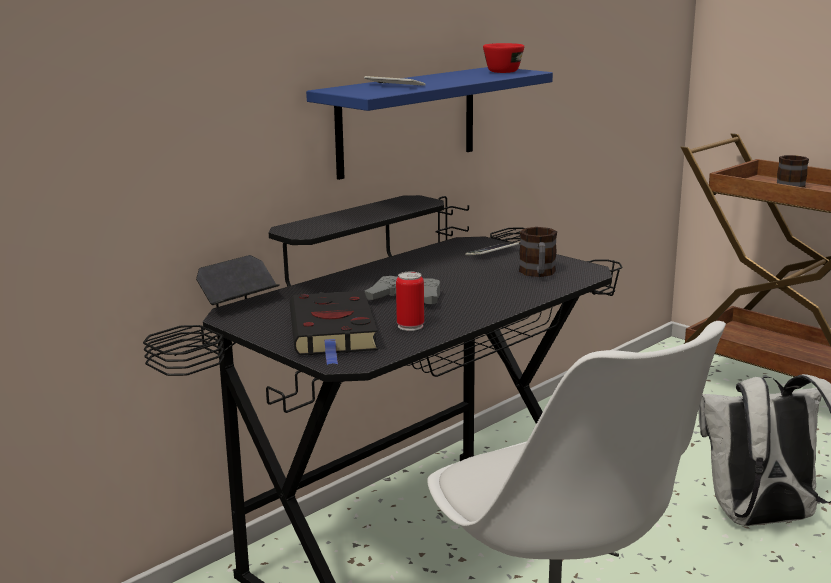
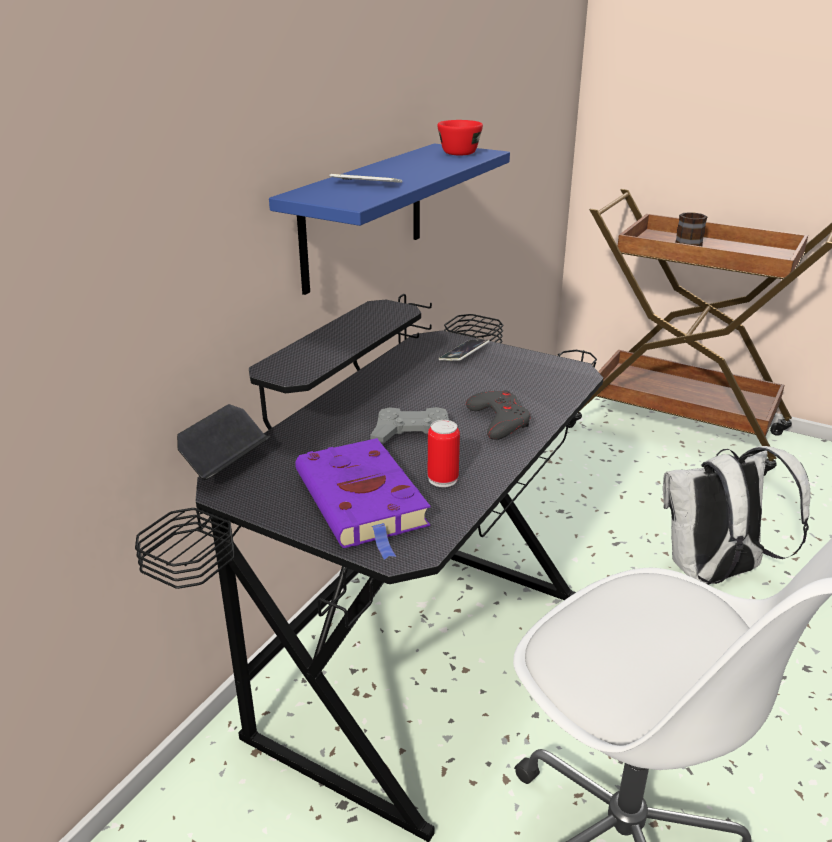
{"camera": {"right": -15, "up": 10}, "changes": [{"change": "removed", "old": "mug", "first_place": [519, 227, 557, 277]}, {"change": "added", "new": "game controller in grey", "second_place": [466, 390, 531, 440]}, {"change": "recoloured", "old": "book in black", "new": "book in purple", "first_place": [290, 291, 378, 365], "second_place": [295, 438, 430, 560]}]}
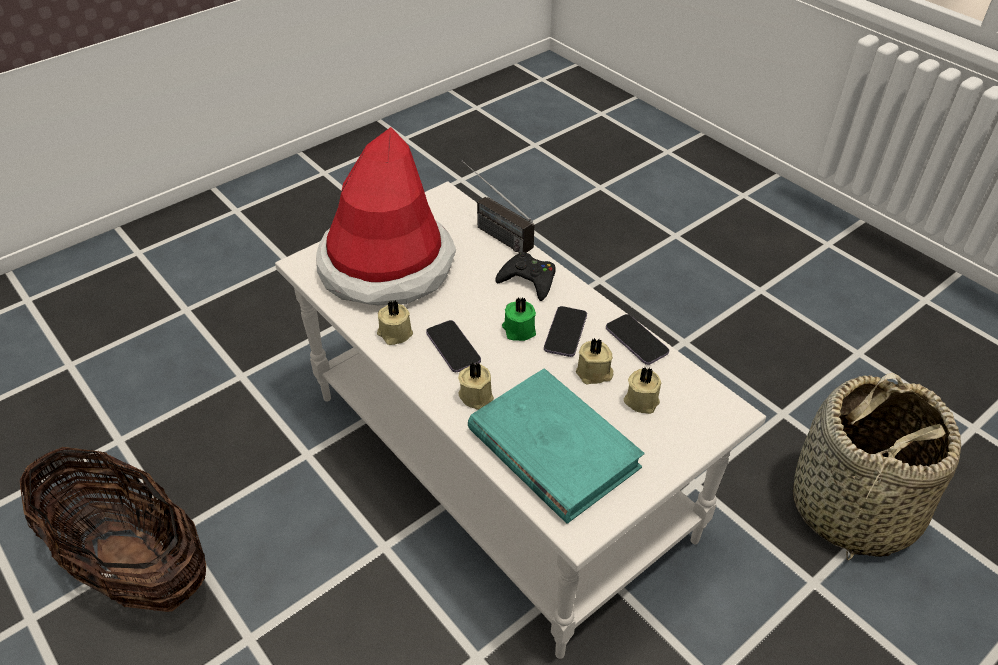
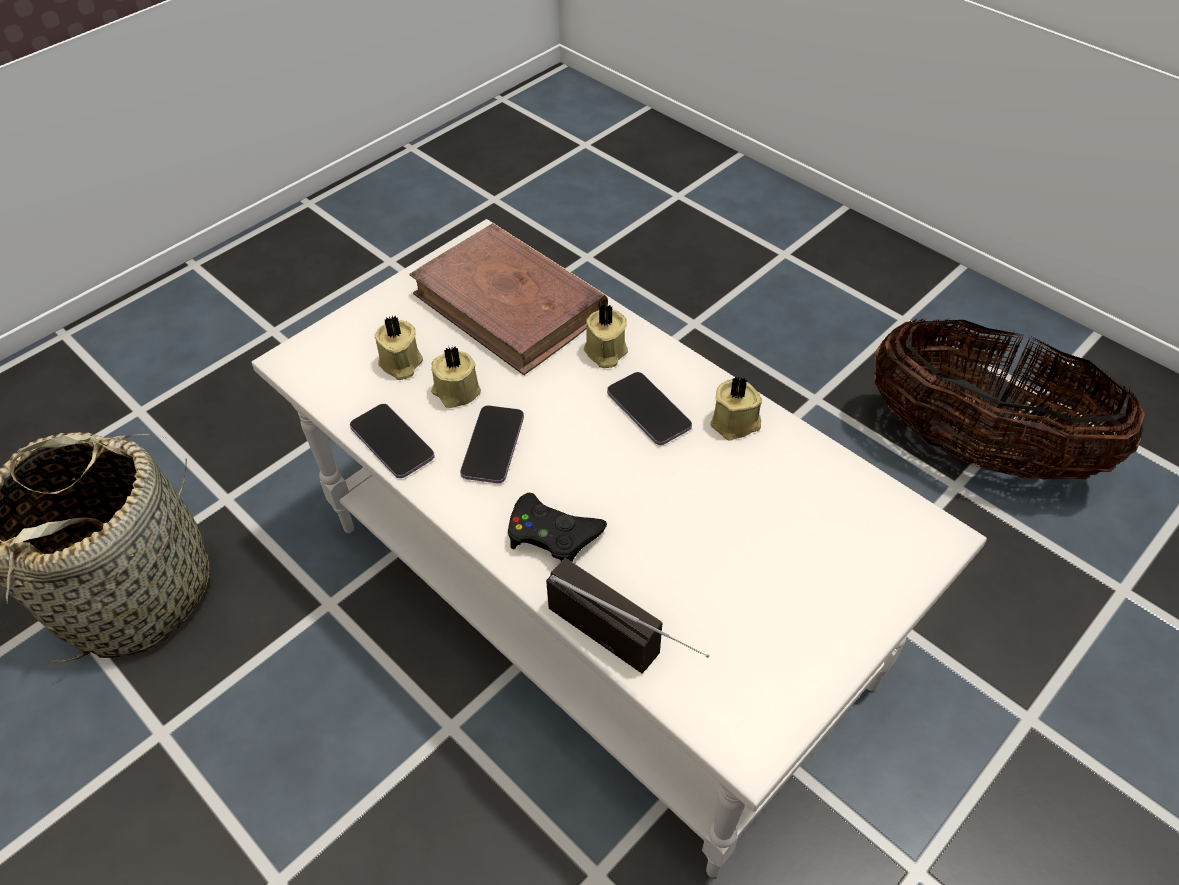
{"camera": {"right": 175, "up": 5}, "changes": [{"change": "removed", "old": "hat", "first_place": [316, 127, 456, 305]}, {"change": "removed", "old": "candle in green", "first_place": [502, 297, 536, 341]}, {"change": "recoloured", "old": "book in turquoise", "new": "book in brown", "first_place": [468, 368, 645, 524], "second_place": [409, 223, 608, 375]}]}
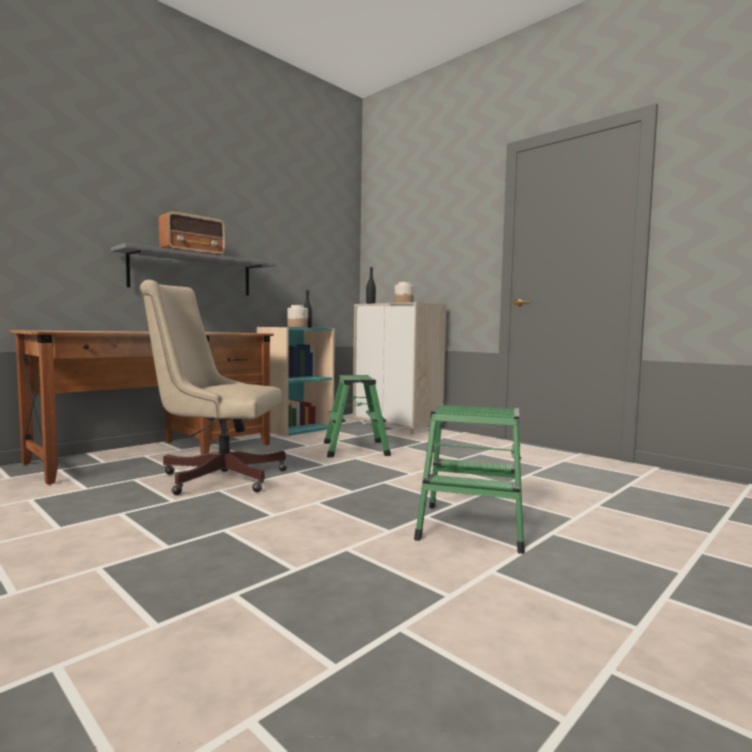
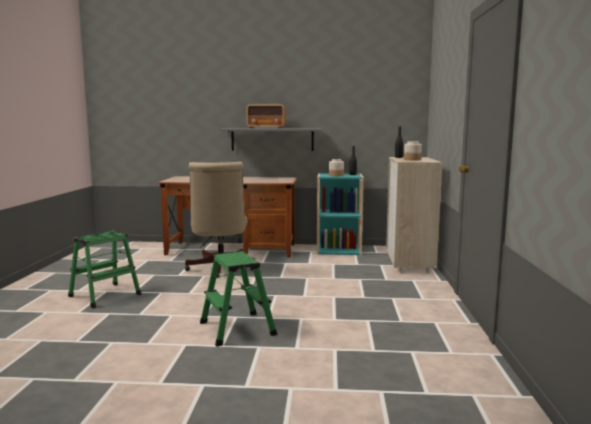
{"camera": {"right": 50, "up": 5}, "changes": [{"change": "moved", "old": "step ladder in green", "first_place": [324, 375, 391, 457], "second_place": [68, 231, 142, 309]}, {"change": "turned", "old": "office chair in beige", "first_place": [140, 280, 287, 495], "second_place": [185, 162, 255, 278], "degrees": -150}]}
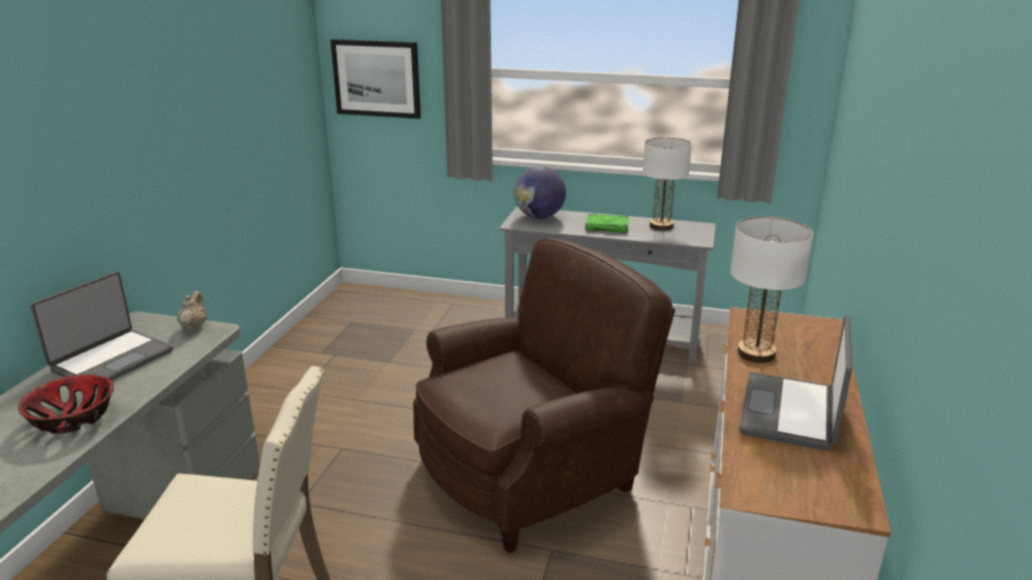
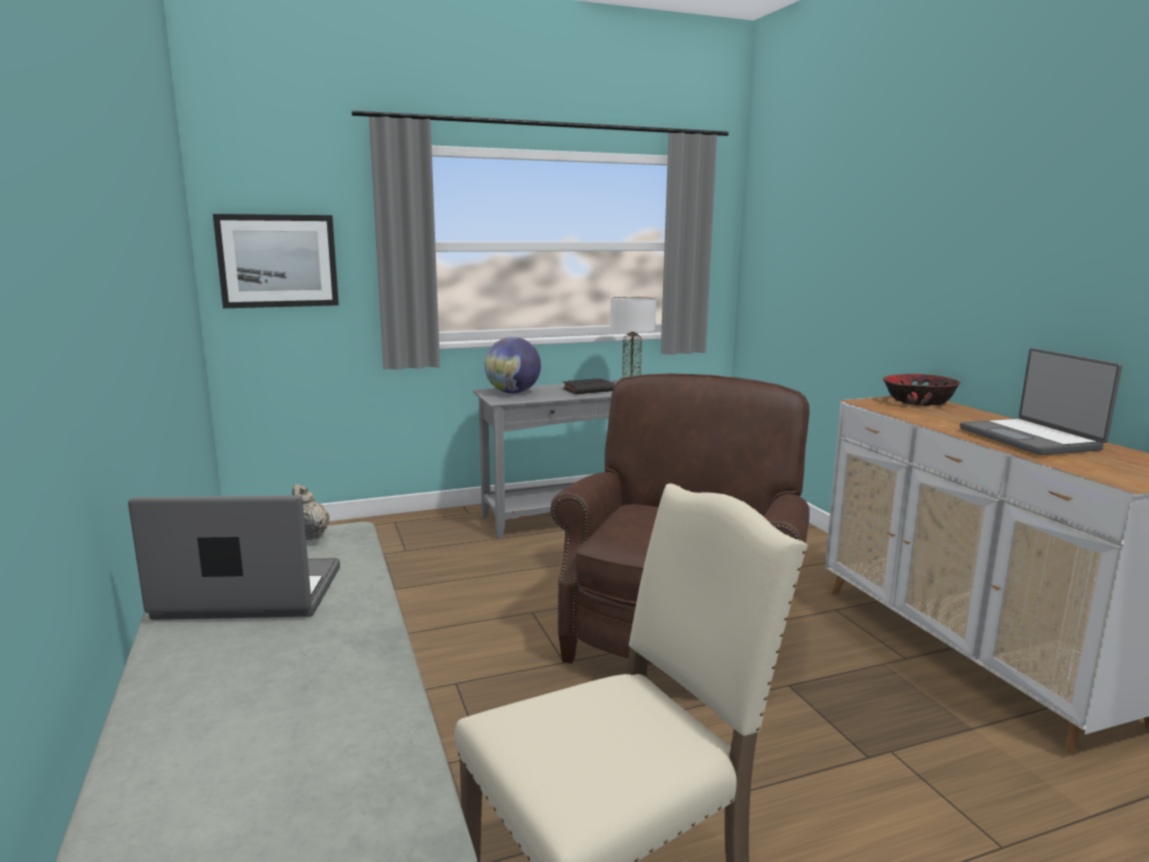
{"camera": {"right": -35, "up": -10}, "changes": [{"change": "removed", "old": "table lamp", "first_place": [730, 217, 813, 363]}, {"change": "moved", "old": "bowl", "first_place": [18, 375, 114, 434], "second_place": [883, 374, 960, 406]}, {"change": "recoloured", "old": "book in green", "new": "book in black", "first_place": [585, 214, 629, 233], "second_place": [563, 378, 615, 394]}, {"change": "turned", "old": "laptop", "first_place": [31, 272, 173, 388], "second_place": [128, 495, 340, 620], "degrees": -90}]}
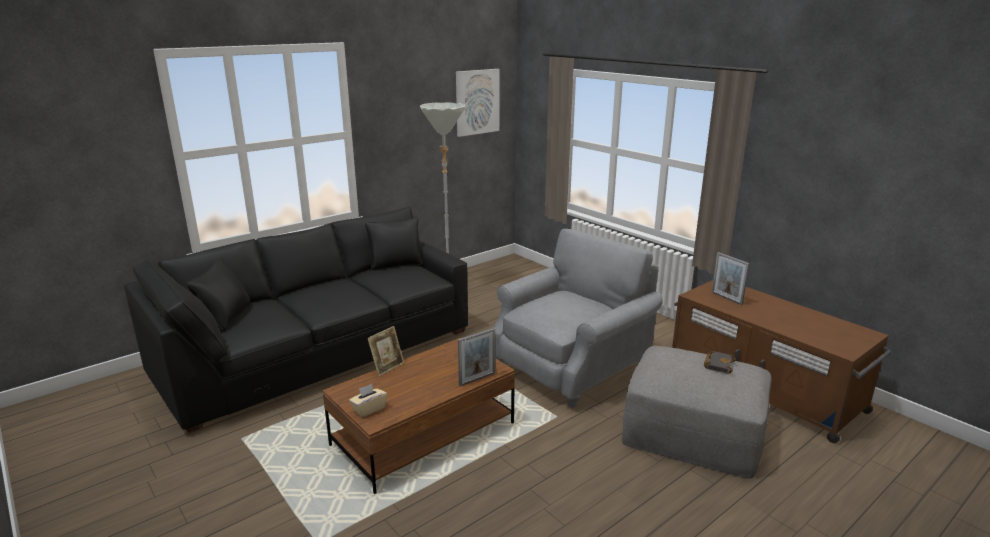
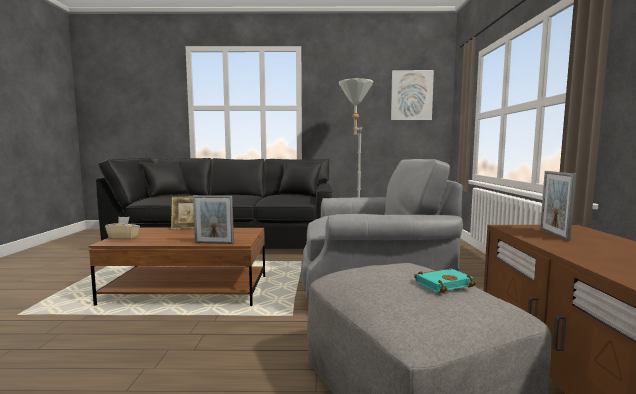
{"camera": {"right": 40, "up": -15}, "changes": [{"change": "recoloured", "old": "book in black", "new": "book in turquoise", "first_place": [704, 351, 736, 374], "second_place": [414, 267, 476, 293]}]}
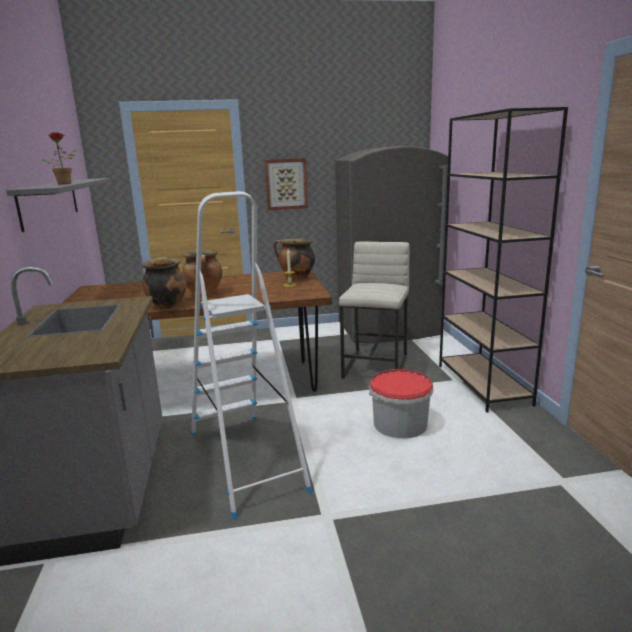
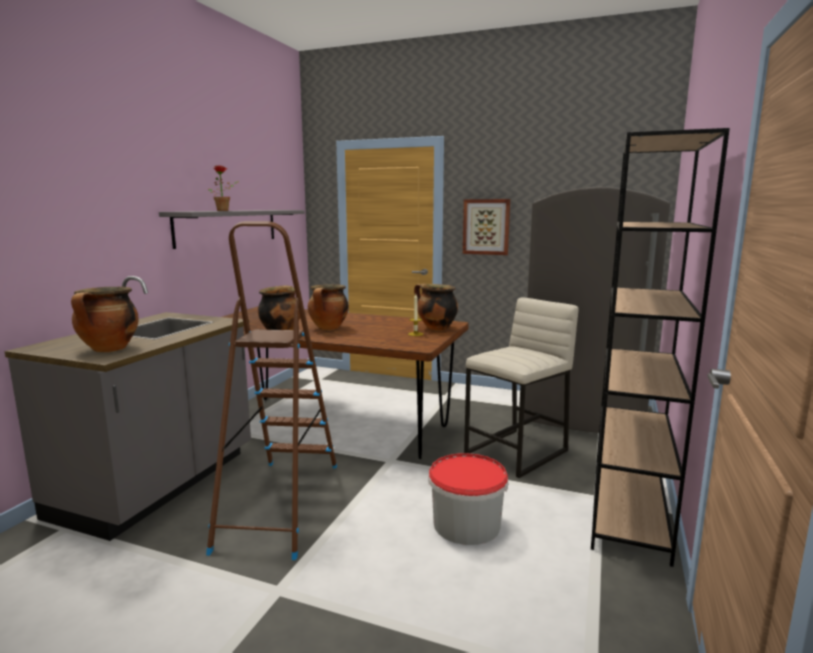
{"camera": {"right": 30, "up": -5}, "changes": [{"change": "added", "new": "cooking pot", "second_place": [71, 287, 139, 352]}, {"change": "recoloured", "old": "step ladder in white", "new": "step ladder in brown", "first_place": [191, 191, 312, 520], "second_place": [206, 221, 337, 560]}]}
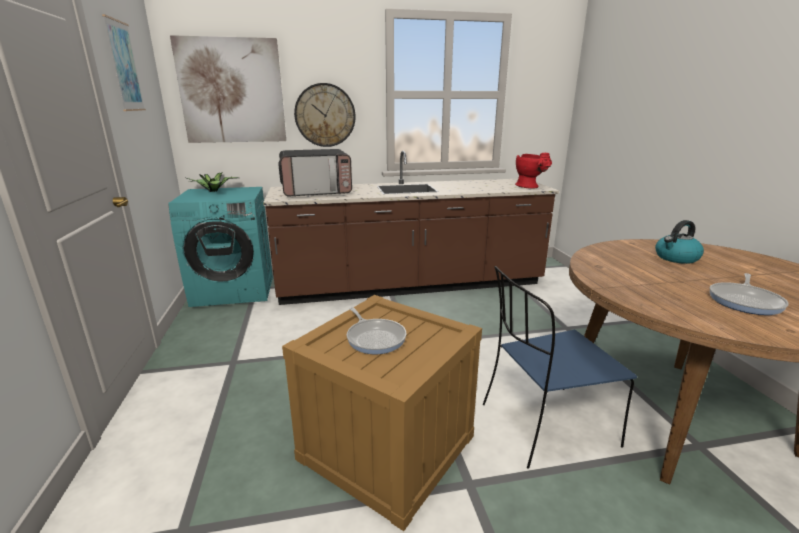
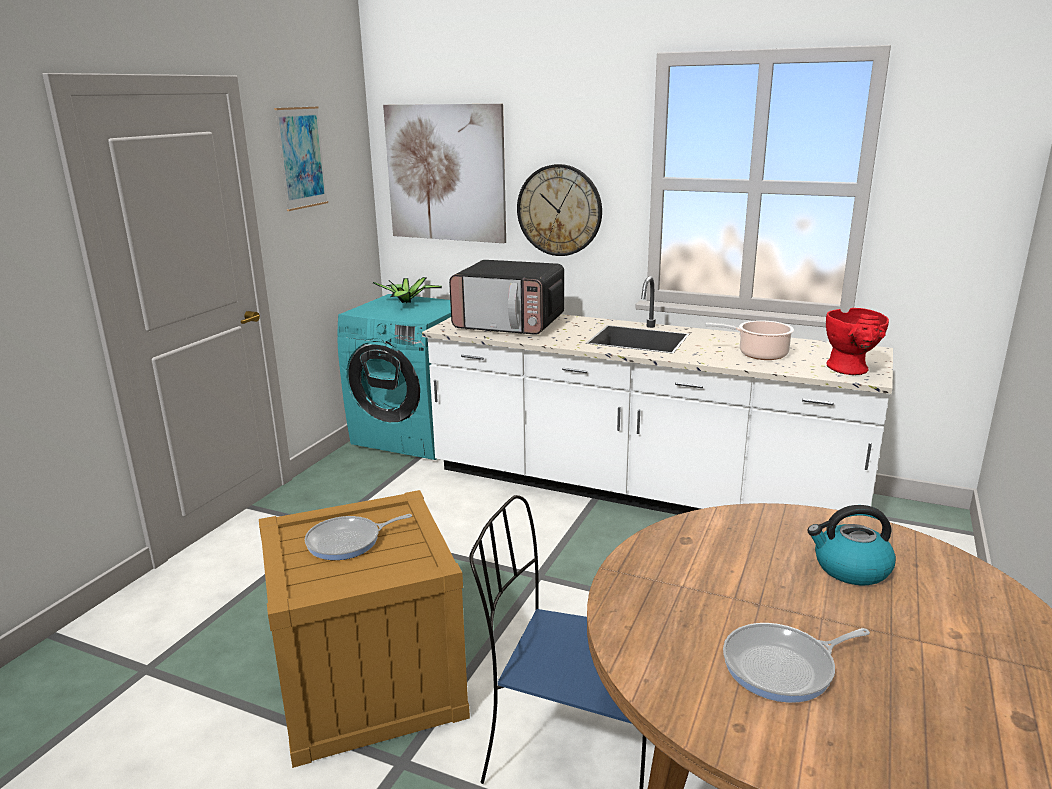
{"camera": {"right": 35, "up": 0}, "changes": [{"change": "added", "new": "cooking pot", "second_place": [705, 320, 794, 360]}, {"change": "recoloured", "old": "counter in brown", "new": "counter in white", "first_place": [263, 151, 559, 305], "second_place": [422, 276, 893, 517]}, {"change": "turned", "old": "frying pan", "first_place": [347, 307, 407, 354], "second_place": [305, 514, 412, 560], "degrees": 60}]}
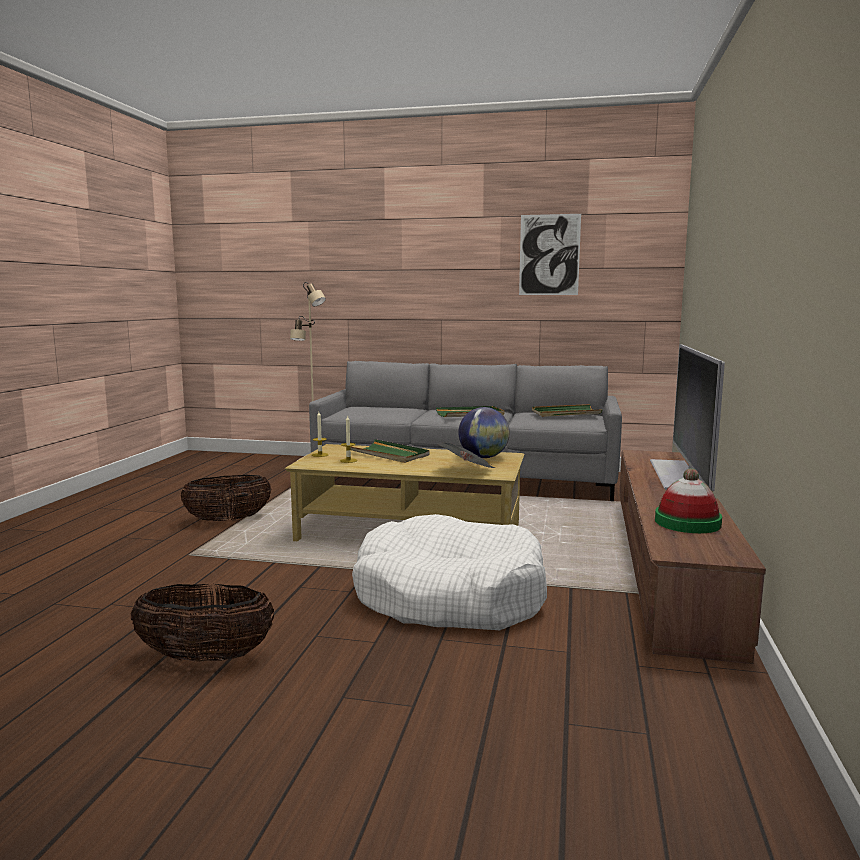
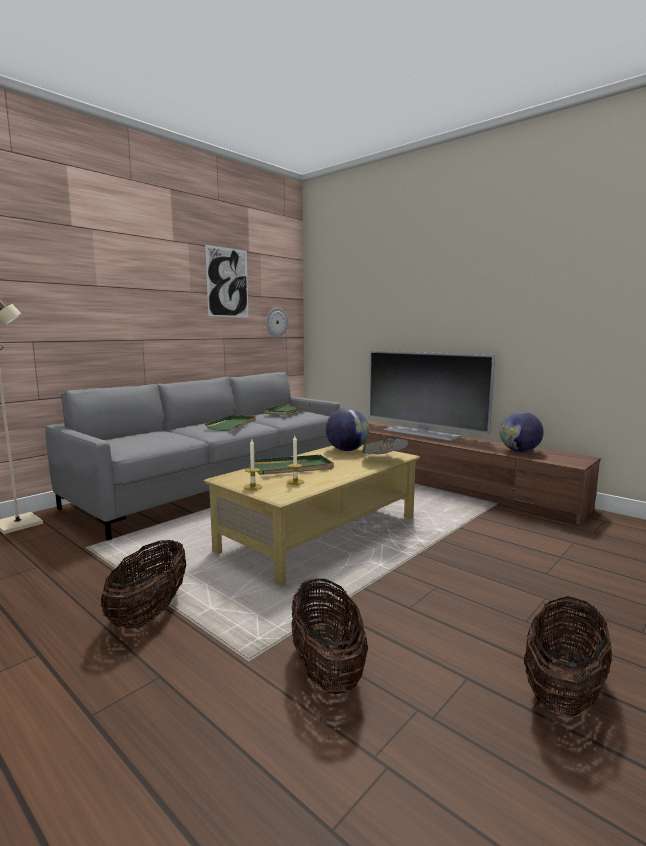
{"camera": {"right": -60, "up": 0}, "changes": [{"change": "removed", "old": "dog bed in white", "first_place": [352, 514, 547, 630]}, {"change": "added", "new": "wall clock", "second_place": [266, 307, 288, 338]}, {"change": "added", "new": "basket", "second_place": [291, 579, 368, 694]}, {"change": "replaced", "old": "hat", "new": "globe", "first_place": [655, 468, 722, 533], "second_place": [500, 412, 544, 452]}]}
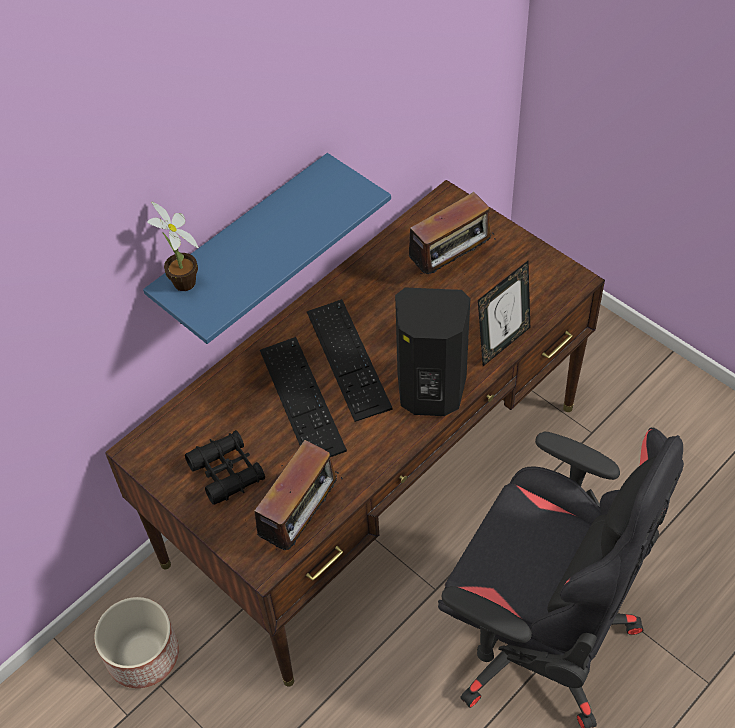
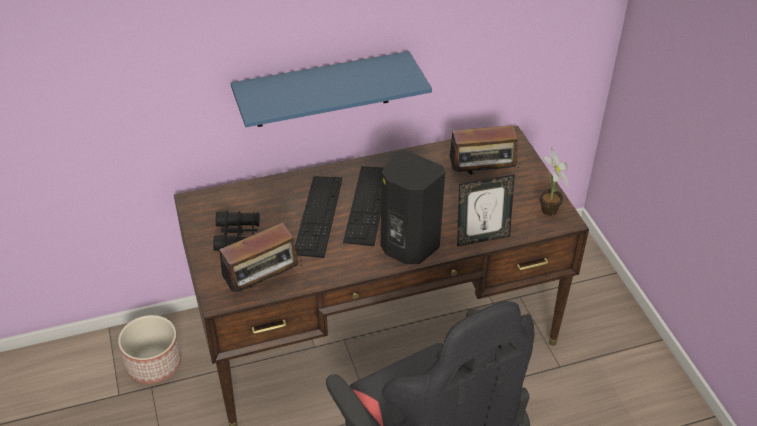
{"camera": {"right": 25, "up": -10}, "changes": [{"change": "moved", "old": "potted plant", "first_place": [147, 201, 199, 291], "second_place": [540, 148, 569, 216]}]}
